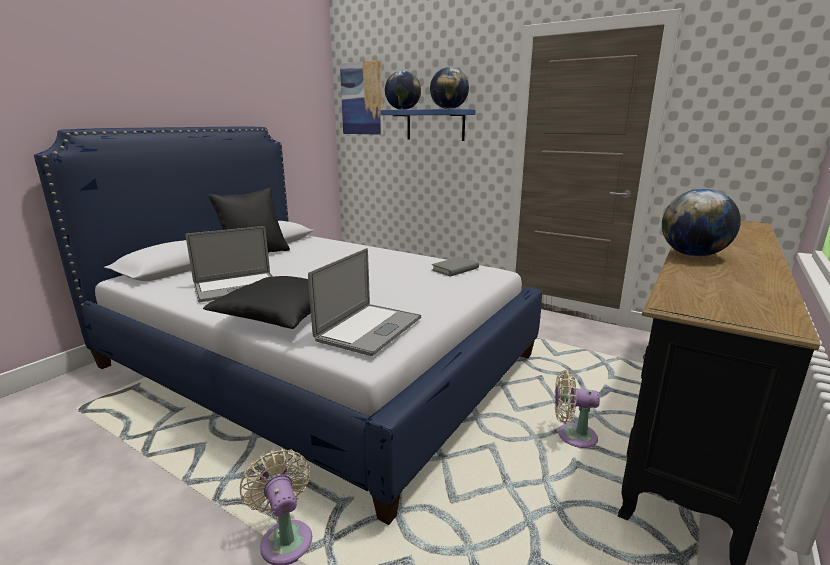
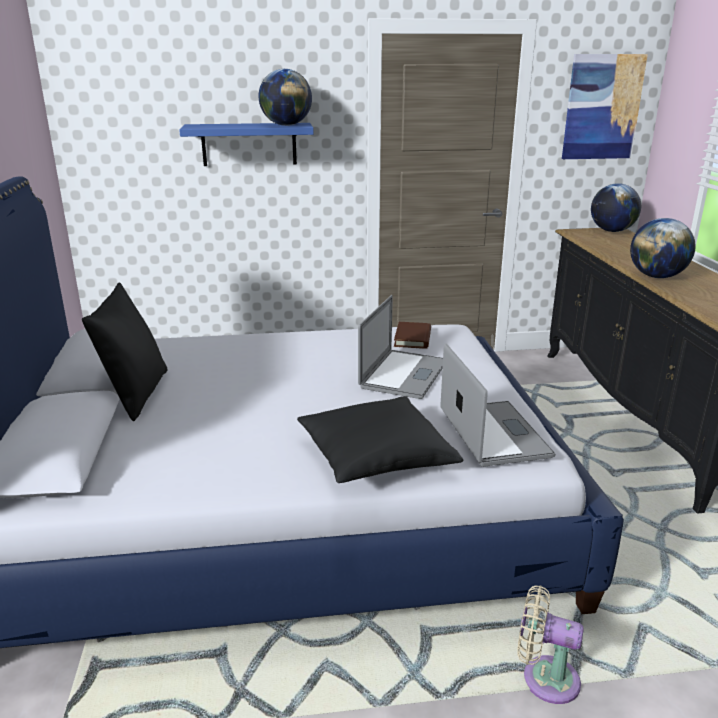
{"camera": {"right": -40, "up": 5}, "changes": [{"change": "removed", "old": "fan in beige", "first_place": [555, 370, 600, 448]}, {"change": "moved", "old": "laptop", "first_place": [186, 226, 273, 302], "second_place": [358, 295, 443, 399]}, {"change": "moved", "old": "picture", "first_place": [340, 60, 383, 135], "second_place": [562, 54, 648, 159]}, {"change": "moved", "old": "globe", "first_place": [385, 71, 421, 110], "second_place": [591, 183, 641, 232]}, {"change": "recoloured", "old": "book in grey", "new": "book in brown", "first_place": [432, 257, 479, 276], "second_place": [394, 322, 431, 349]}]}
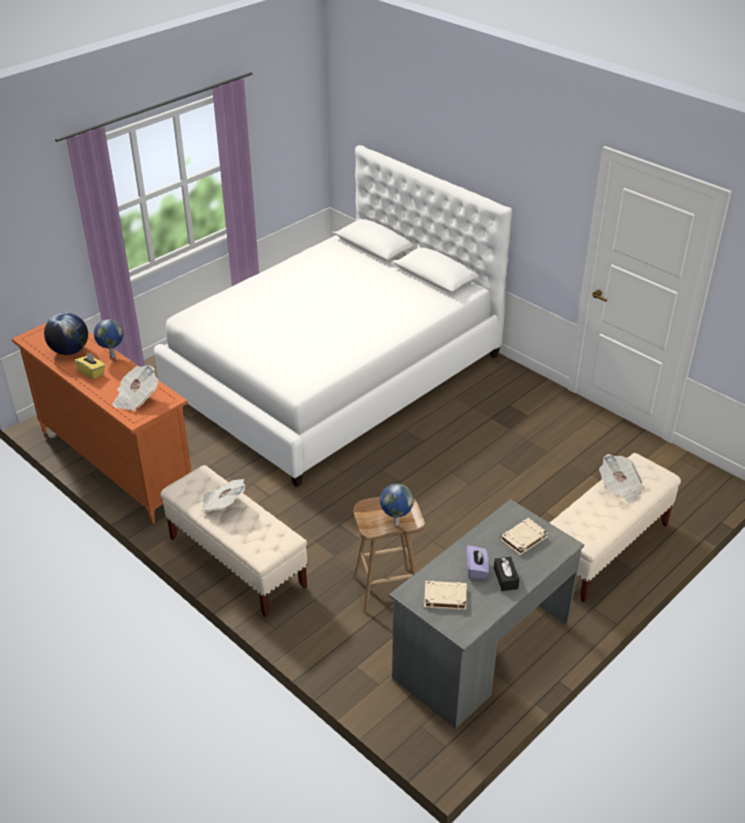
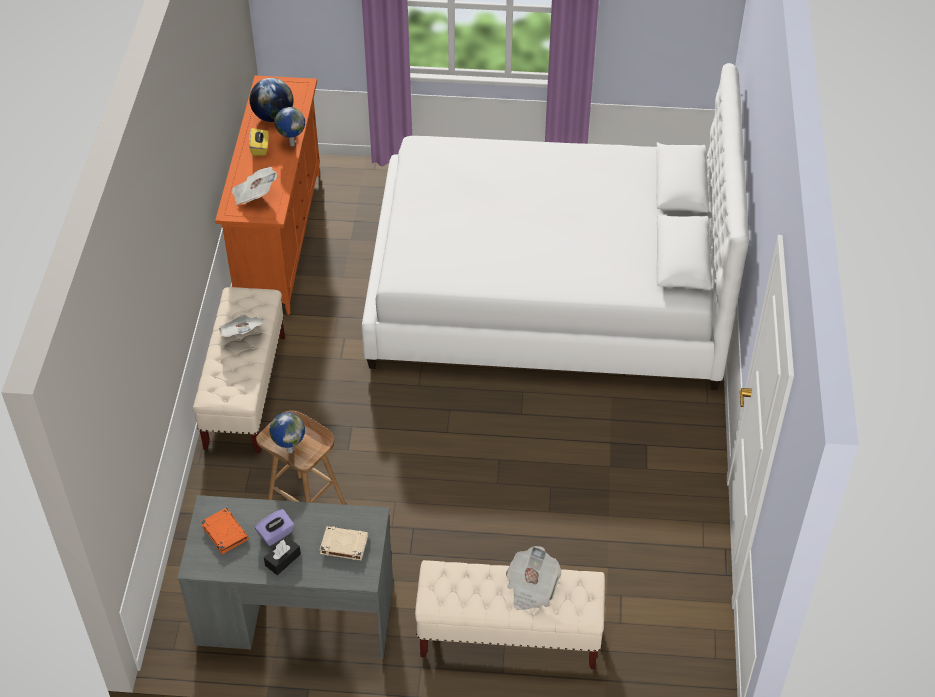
{"camera": {"right": 50, "up": 10}, "changes": [{"change": "recoloured", "old": "book in beige", "new": "book in orange", "first_place": [424, 581, 467, 610], "second_place": [201, 508, 249, 554]}]}
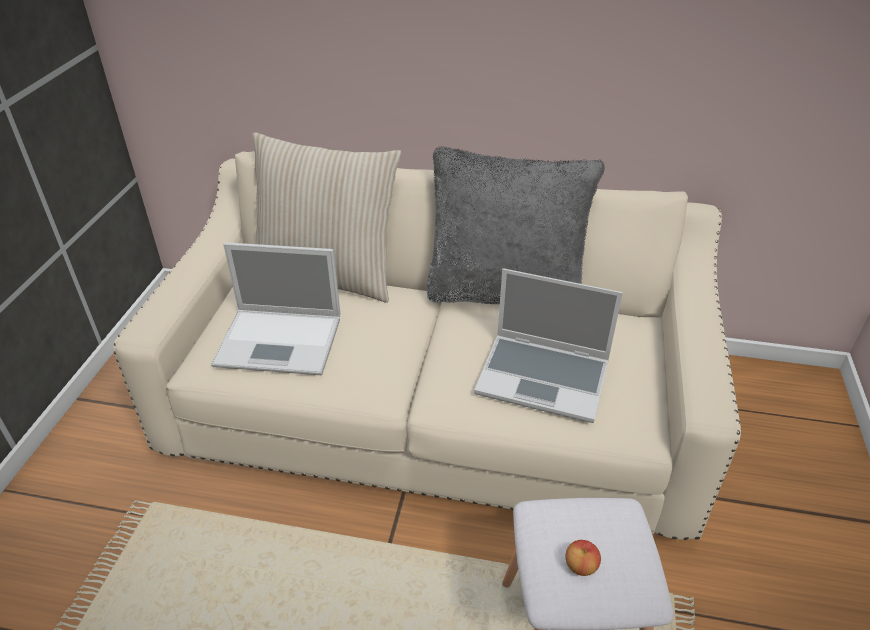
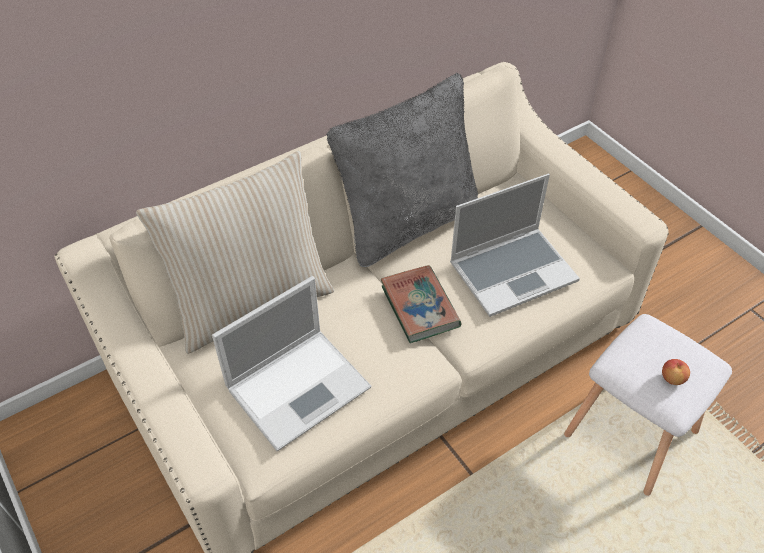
{"camera": {"right": -45, "up": 10}, "changes": [{"change": "added", "new": "book", "second_place": [380, 265, 461, 343]}]}
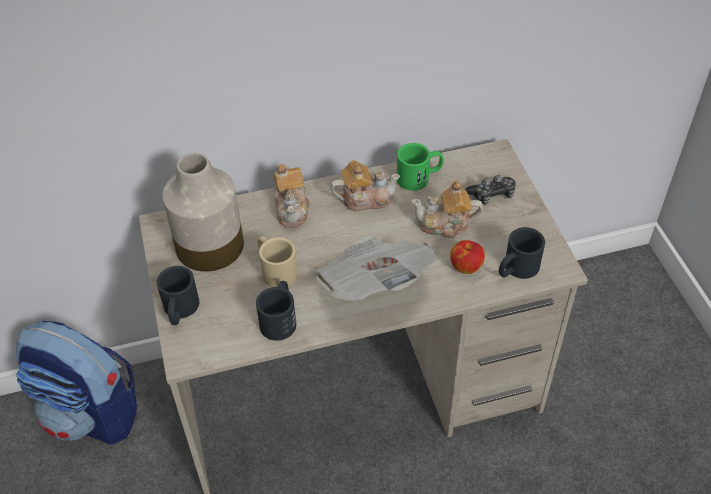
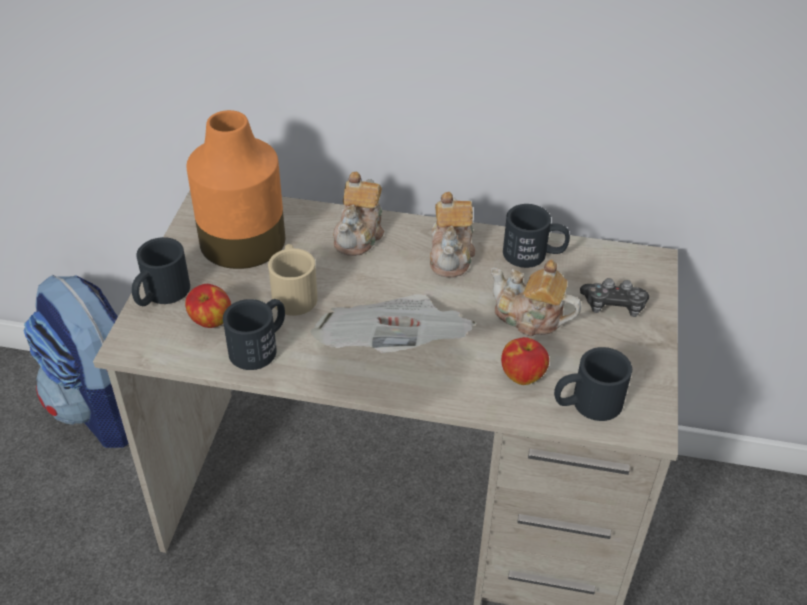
{"camera": {"right": 25, "up": -5}, "changes": [{"change": "added", "new": "apple", "second_place": [185, 284, 231, 328]}, {"change": "recoloured", "old": "vase in beige", "new": "vase in orange", "first_place": [162, 153, 244, 272], "second_place": [186, 110, 285, 269]}, {"change": "recoloured", "old": "mug in green", "new": "mug in black", "first_place": [397, 143, 444, 191], "second_place": [503, 204, 570, 268]}, {"change": "turned", "old": "teapot", "first_place": [330, 160, 400, 211], "second_place": [430, 192, 475, 278], "degrees": 75}]}
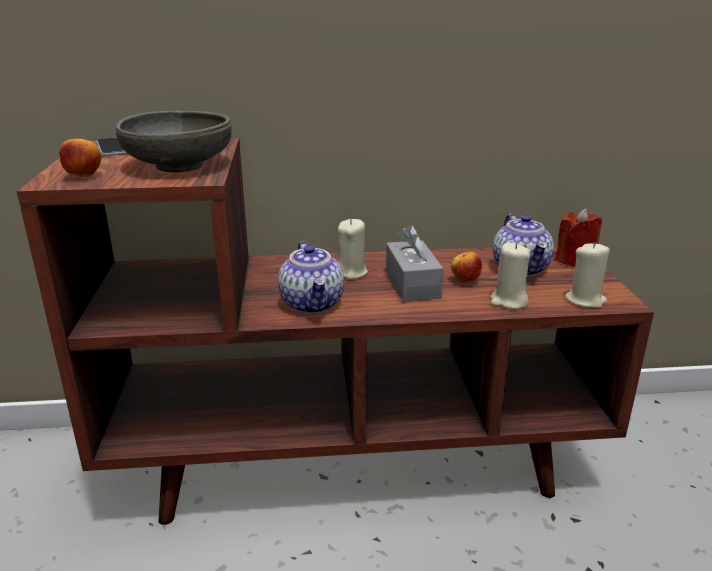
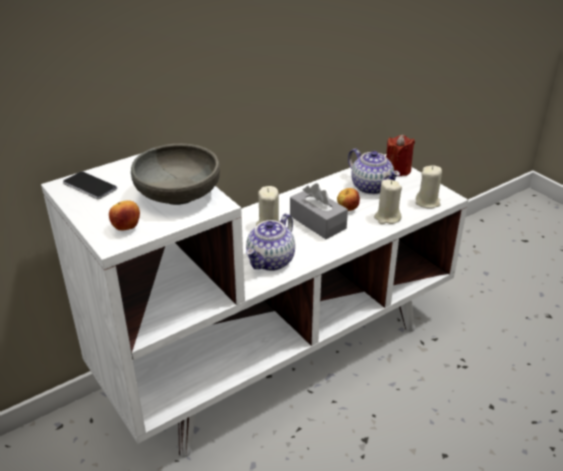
{"camera": {"right": -30, "up": 10}, "changes": [{"change": "recoloured", "old": "tv stand in brown", "new": "tv stand in white", "first_place": [17, 138, 654, 525], "second_place": [41, 154, 468, 458]}, {"change": "turned", "old": "teapot", "first_place": [278, 241, 344, 314], "second_place": [246, 214, 295, 271], "degrees": 75}]}
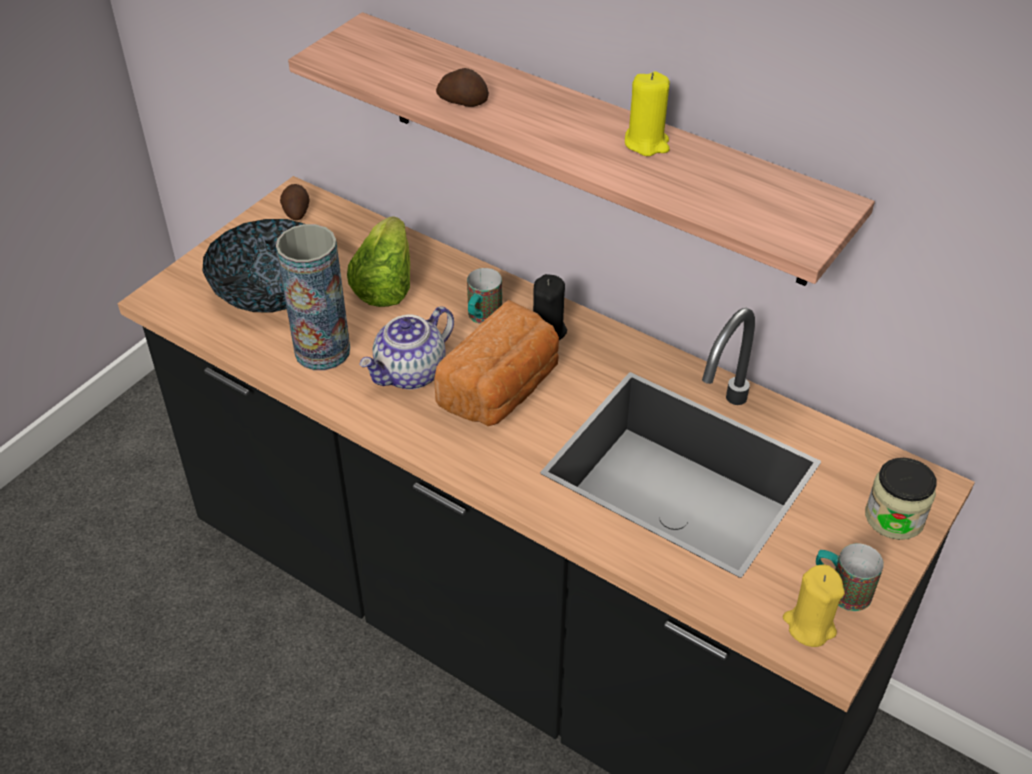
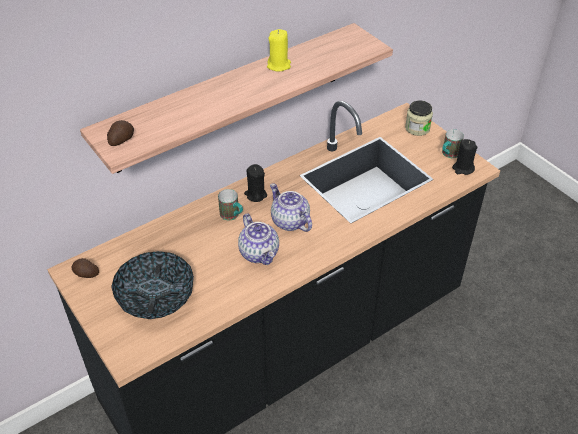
{"camera": {"right": -70, "up": 0}, "changes": [{"change": "removed", "old": "vase", "first_place": [276, 224, 350, 370]}, {"change": "removed", "old": "lettuce", "first_place": [347, 216, 410, 307]}, {"change": "moved", "old": "potato", "first_place": [436, 68, 489, 107], "second_place": [107, 120, 134, 146]}, {"change": "replaced", "old": "bread", "new": "teapot", "first_place": [434, 300, 559, 426], "second_place": [270, 183, 312, 232]}, {"change": "recoloured", "old": "candle in yellow", "new": "candle in black", "first_place": [783, 565, 845, 647], "second_place": [452, 139, 477, 175]}]}
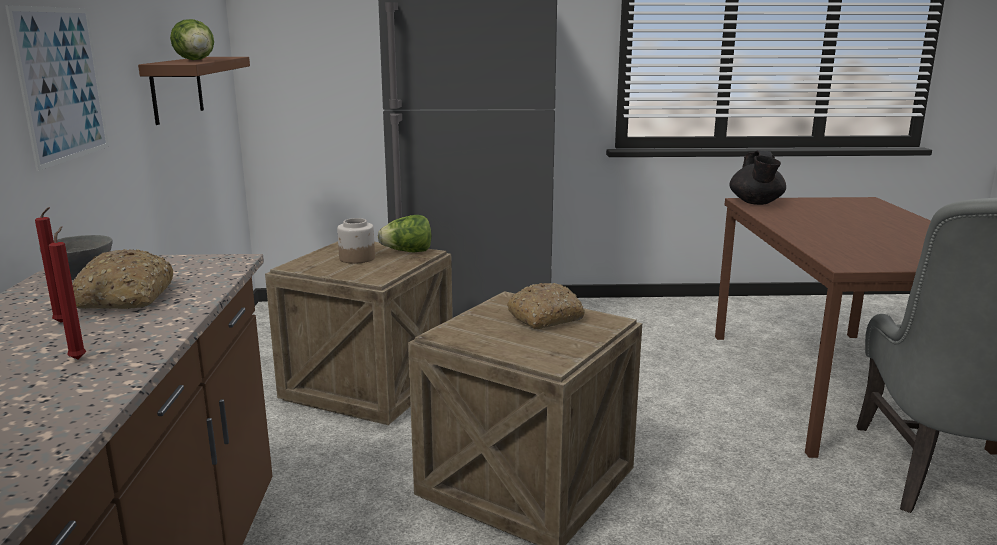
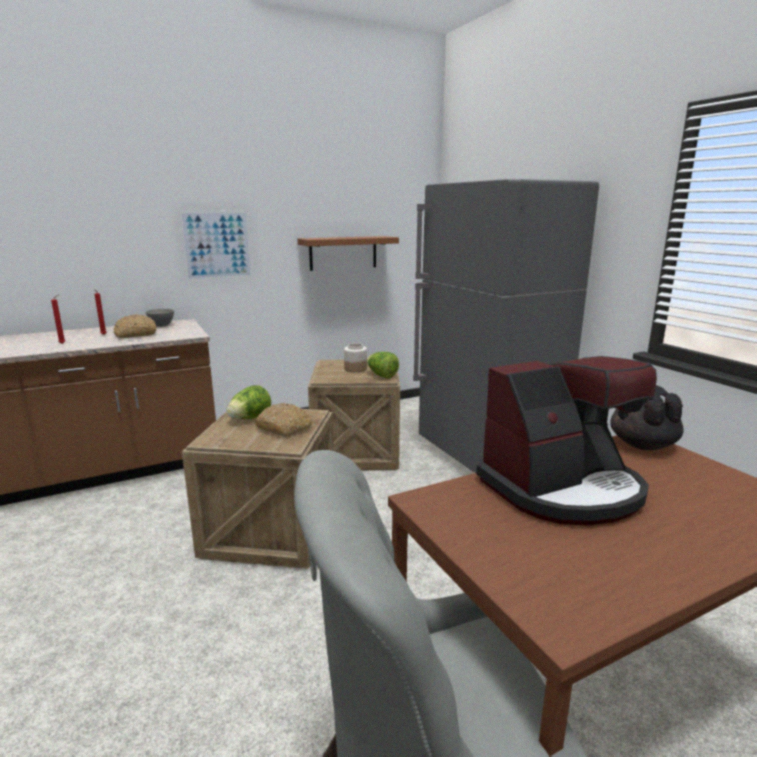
{"camera": {"right": 65, "up": 0}, "changes": [{"change": "added", "new": "coffee machine", "second_place": [476, 356, 657, 525]}, {"change": "moved", "old": "lettuce", "first_place": [170, 19, 214, 60], "second_place": [226, 385, 271, 419]}, {"change": "turned", "old": "teapot in black", "first_place": [730, 150, 786, 205], "second_place": [610, 385, 684, 450], "degrees": 90}]}
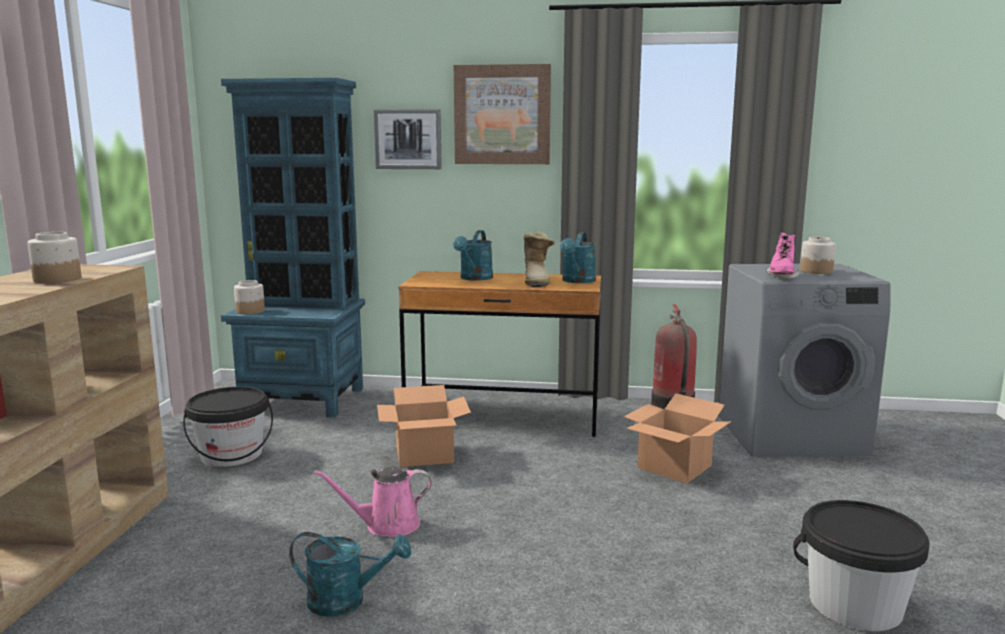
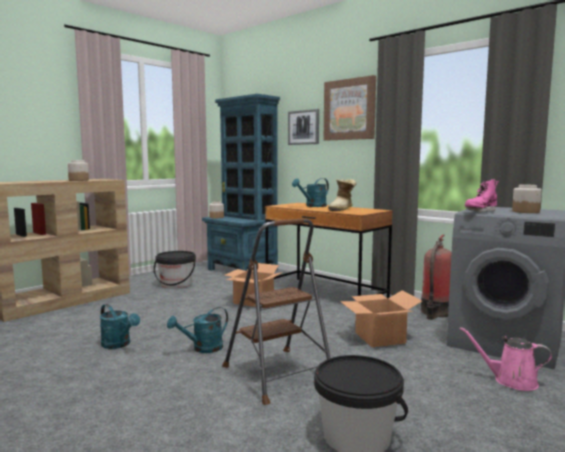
{"camera": {"right": 35, "up": -5}, "changes": [{"change": "added", "new": "step ladder in brown", "second_place": [222, 218, 330, 405]}, {"change": "moved", "old": "watering can in pink", "first_place": [314, 467, 432, 537], "second_place": [460, 327, 552, 391]}, {"change": "moved", "old": "watering can in turquoise", "first_place": [560, 232, 596, 283], "second_place": [167, 307, 228, 353]}]}
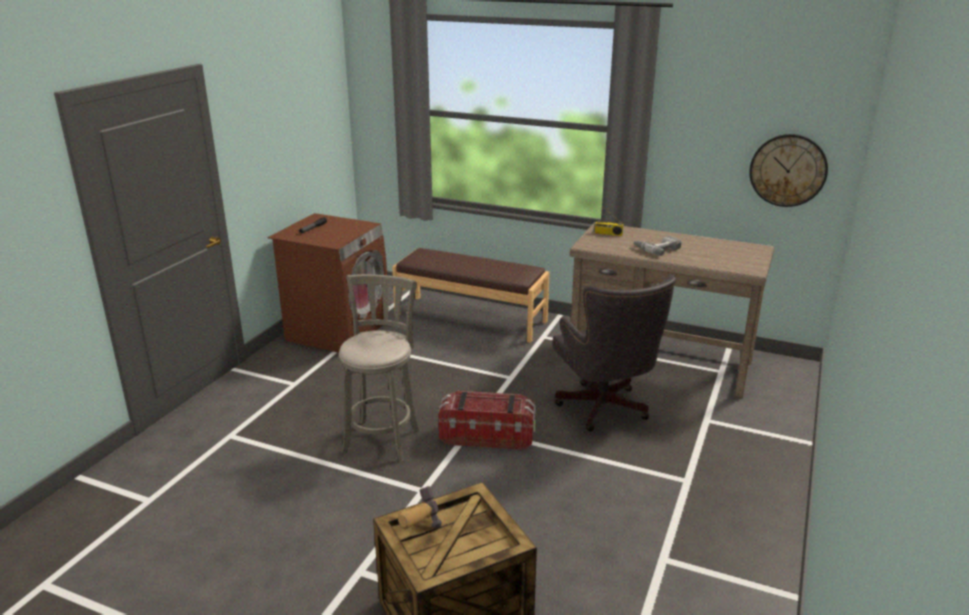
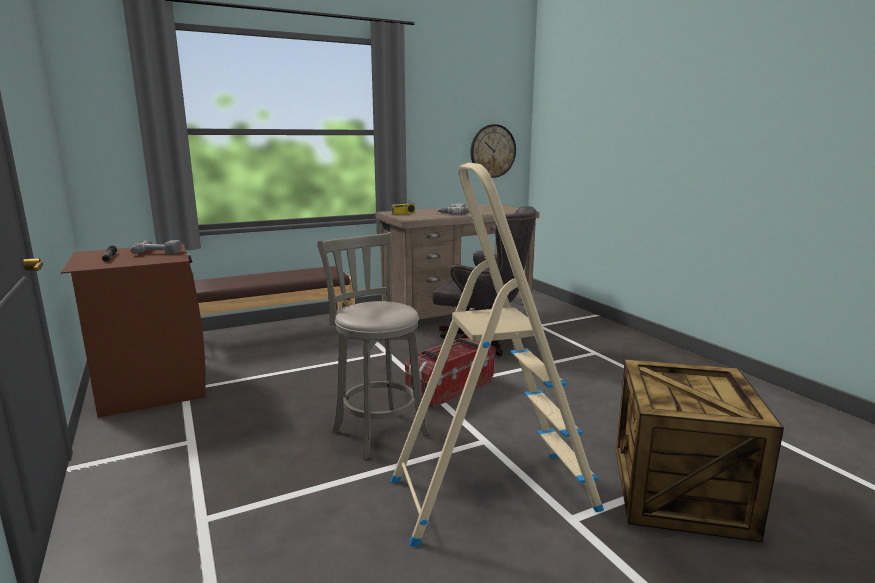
{"camera": {"right": -50, "up": -10}, "changes": [{"change": "removed", "old": "hammer", "first_place": [398, 486, 442, 530]}, {"change": "added", "new": "power drill", "second_place": [131, 240, 181, 254]}, {"change": "added", "new": "step ladder in beige", "second_place": [391, 163, 604, 546]}]}
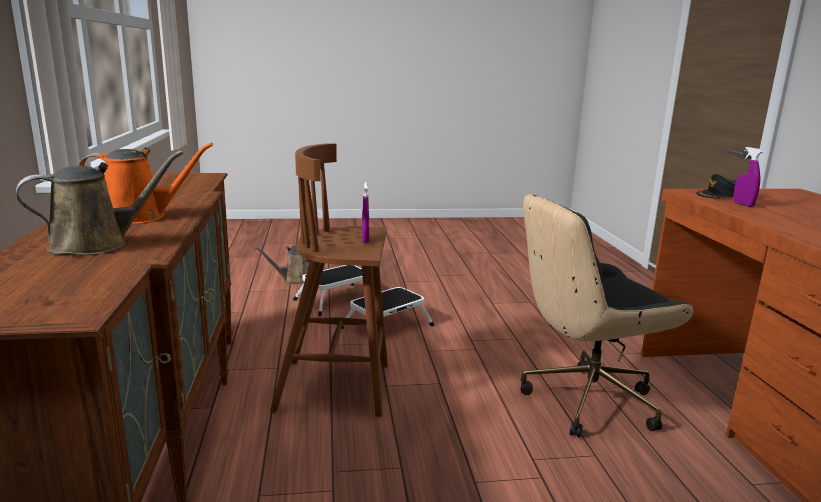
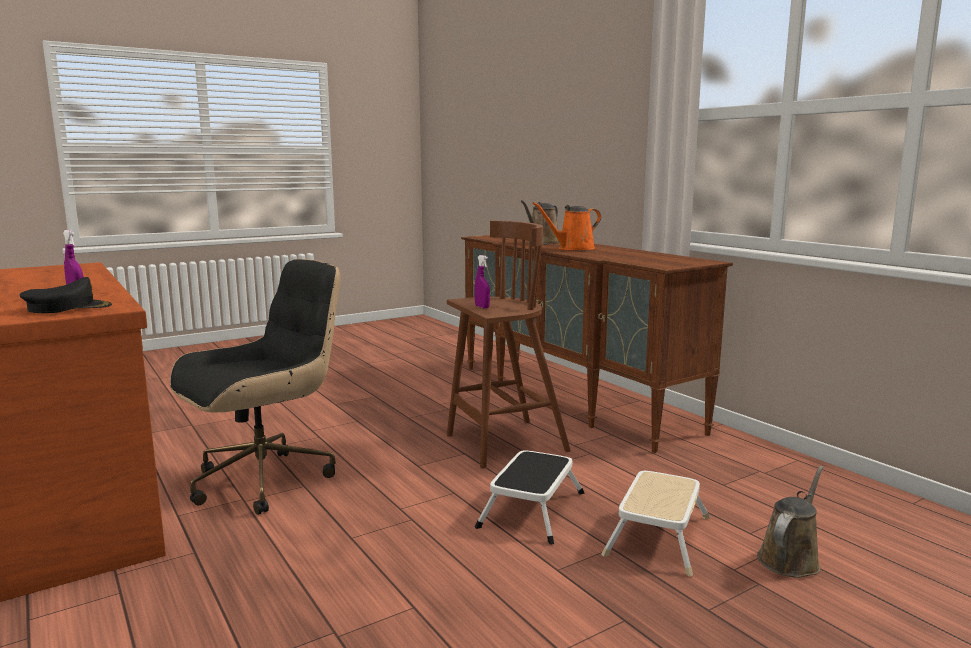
{"camera": {"right": 155, "up": -5}, "changes": [{"change": "recoloured", "old": "step ladder in black", "new": "step ladder in beige", "first_place": [293, 265, 363, 316], "second_place": [601, 471, 710, 577]}]}
